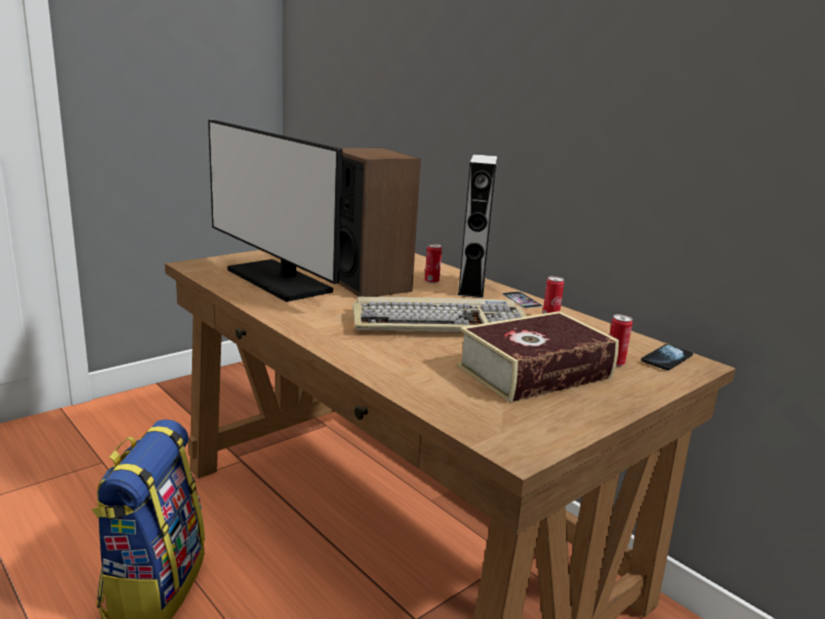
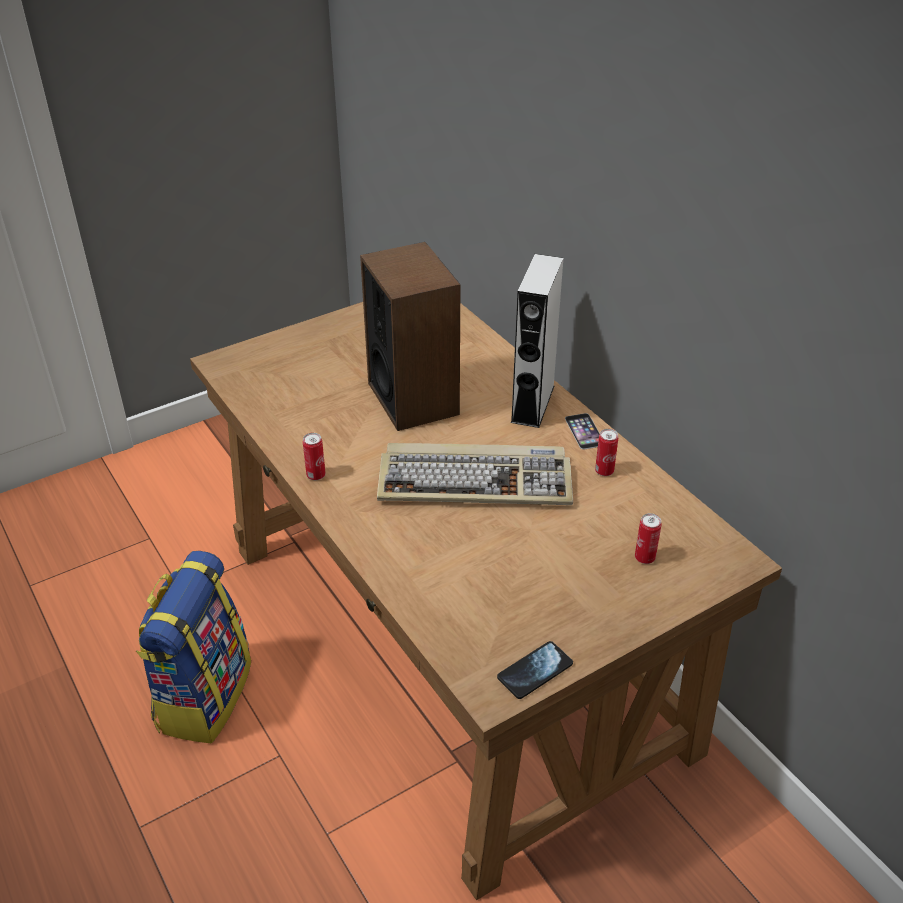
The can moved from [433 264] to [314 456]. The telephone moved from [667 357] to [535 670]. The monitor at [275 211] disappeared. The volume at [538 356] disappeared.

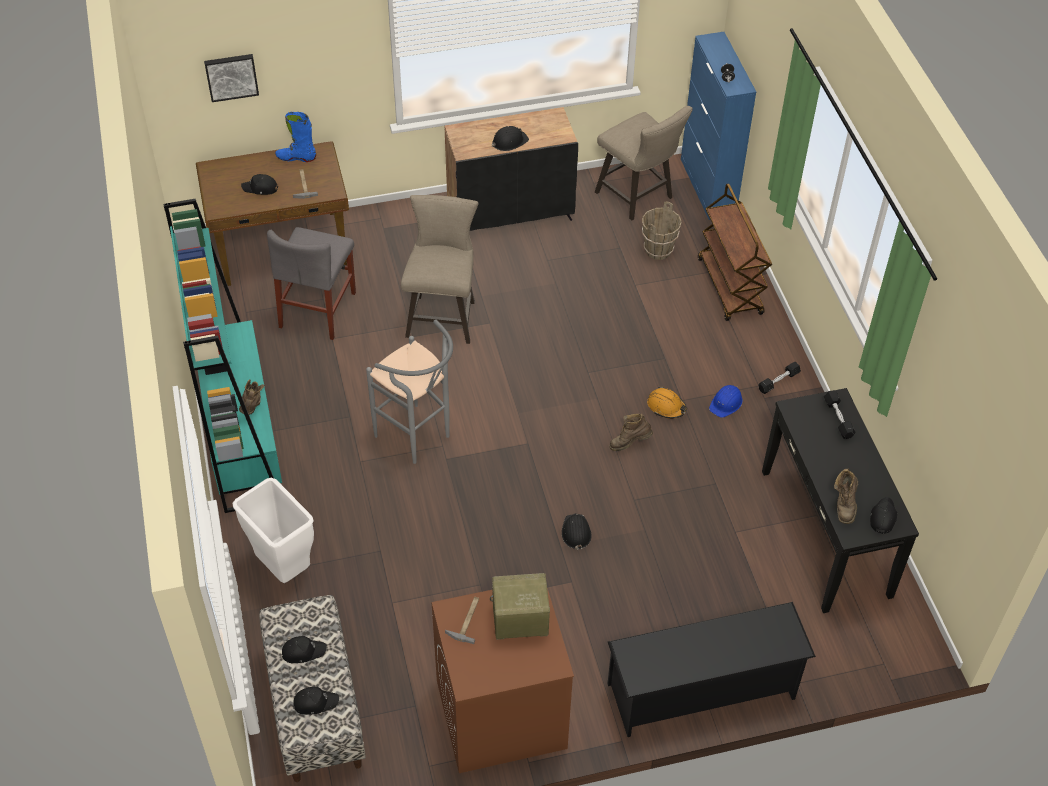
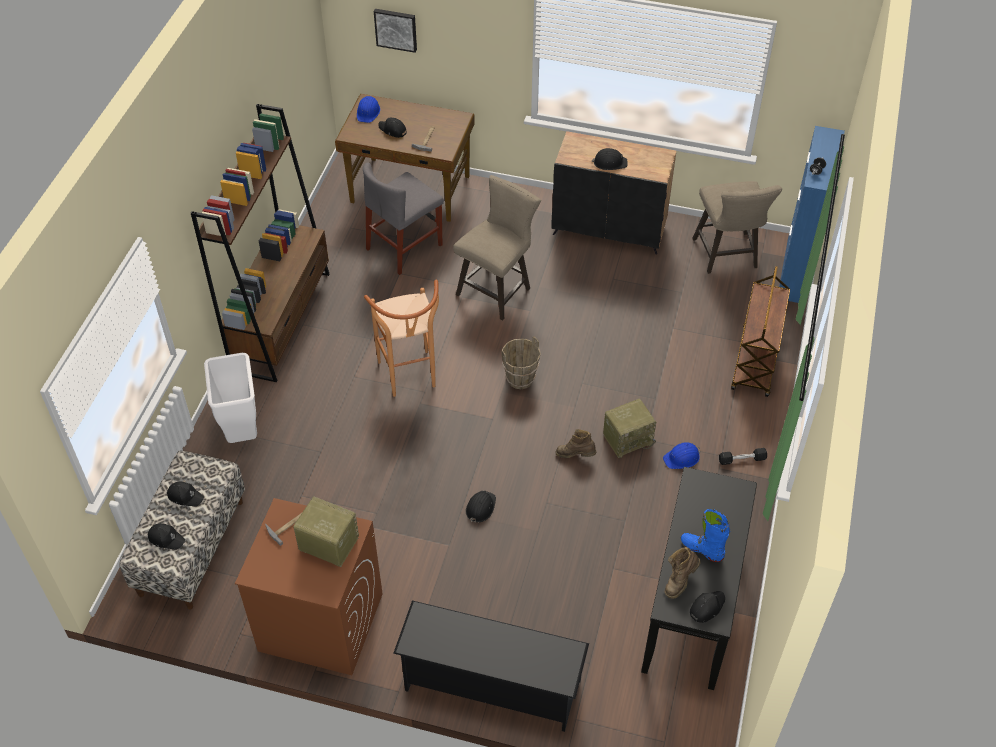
The shelving unit/turquoise at [222 356] became the shelving unit/brown-coloured at [260 243]. The work helmet/blue-coloured at [368 109] appeared. The stool seat/gray at [409 392] became the stool seat/brown-coloured at [401 338]. The water bucket/brown-coloured moved from [662 230] to [521 362]. The work helmet/orange at [667 403] was replaced by the radio set at [629 428]. The tall boot/blue-coloured moved from [295 137] to [705 535]. The tall boot/brown-coloured at [251 397] disappeared. The free weight/black at [839 414] disappeared.

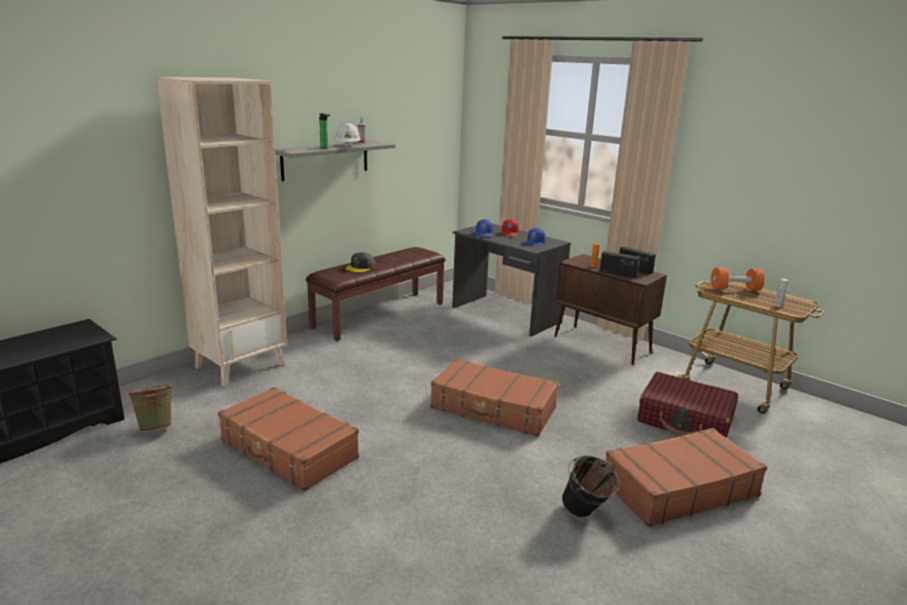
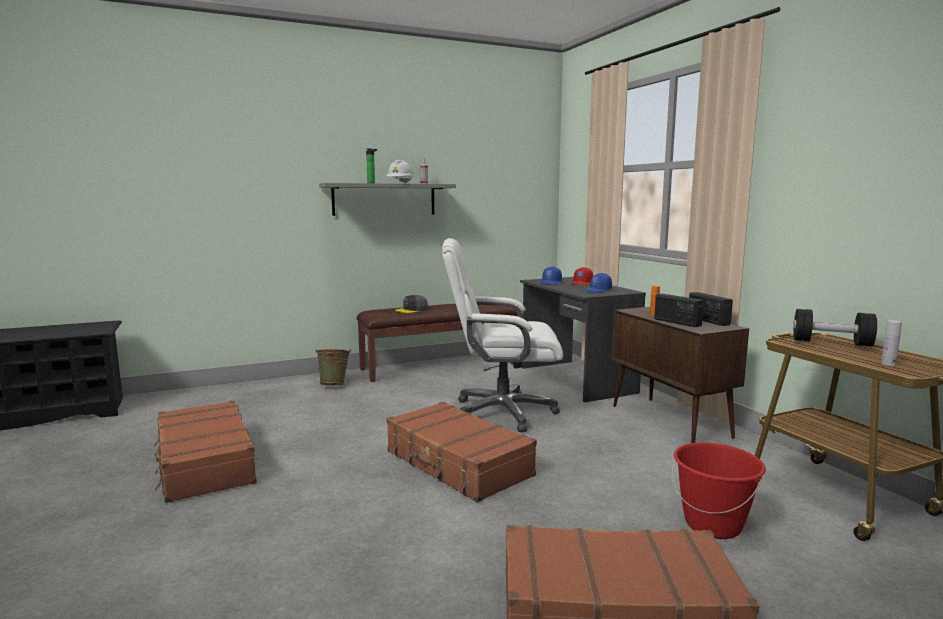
The water bucket/green moved from [150 407] to [333 367]. The computer chair/white-coloured at [502 335] appeared. The suitcase/reddish at [687 405] was replaced by the water bucket/reddish at [719 490]. The free weight/orange at [738 279] became the free weight/black at [835 328]. The shelving unit/sand-coloured at [221 232] disappeared. The water bucket/black at [590 486] disappeared.

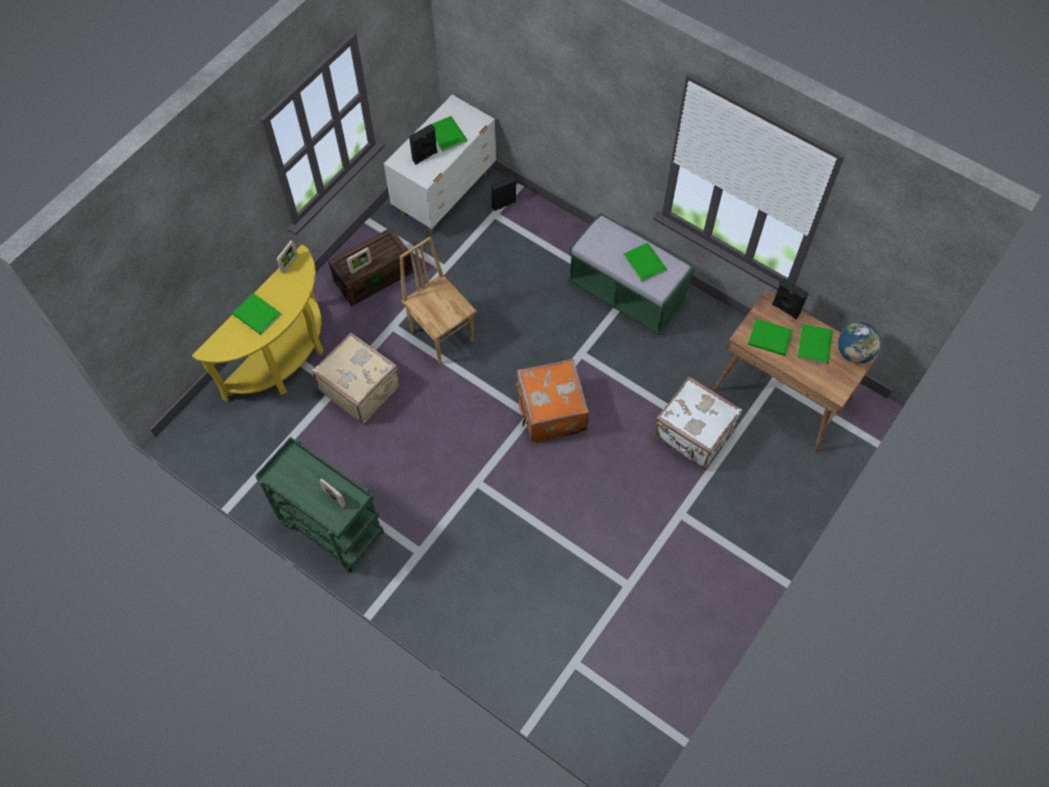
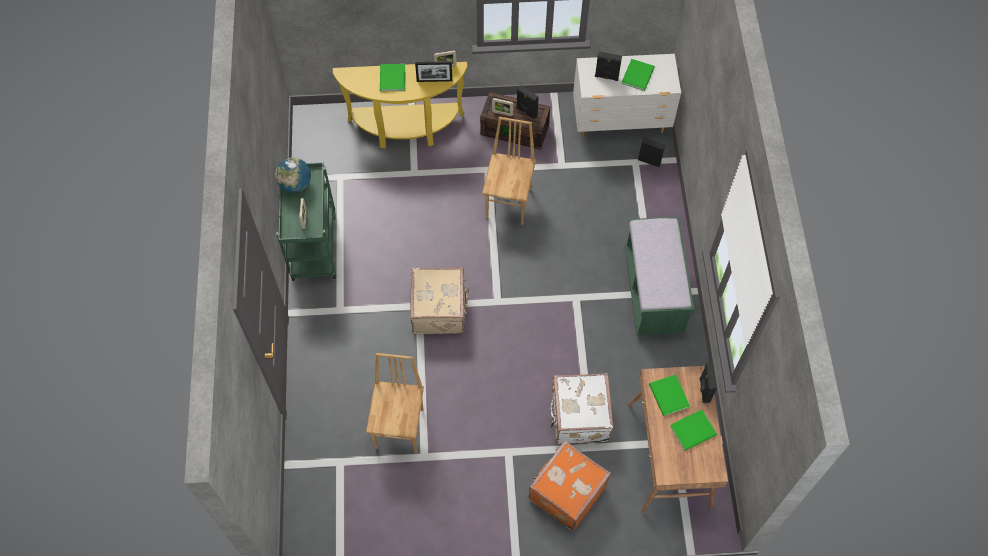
The globe moved from [859 343] to [293 175]. The plain chair/brown-coloured at [395 403] appeared. The suitcase/sand-coloured moved from [356 378] to [439 300]. The picture frame at [433 71] appeared. The audio speaker/black at [527 102] appeared. The suitcase/orange moved from [552 401] to [570 486]. The volume/green at [645 262] disappeared.

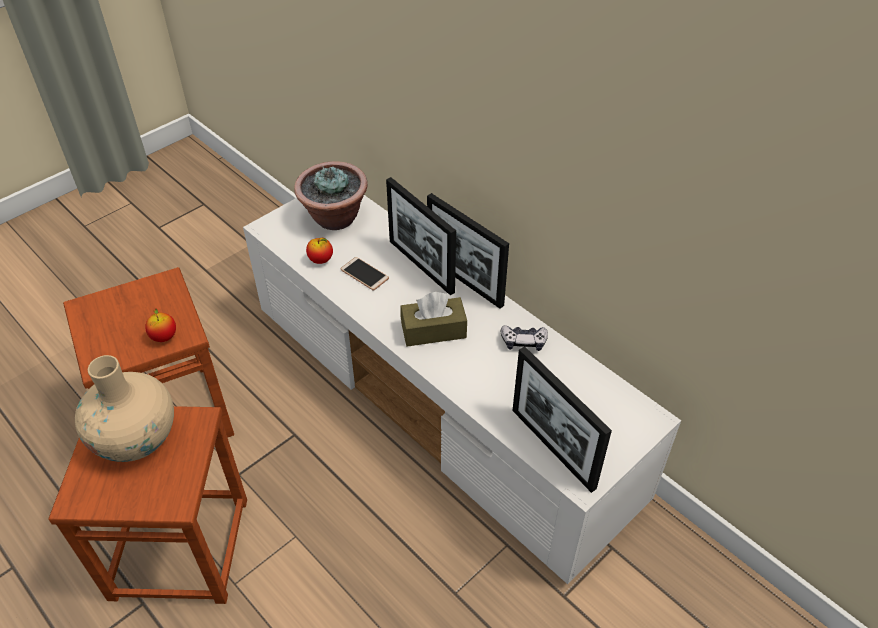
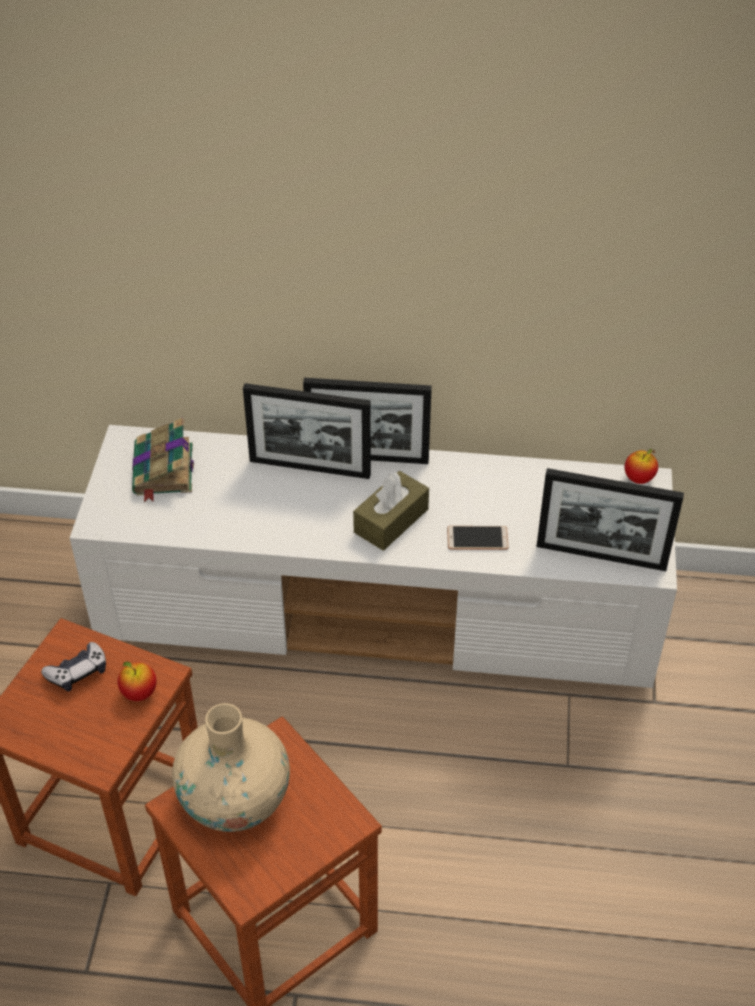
The joypad moved from [524 338] to [73 666]. The plant in a pot at [331 195] was replaced by the volume at [163 459]. The telephone moved from [364 274] to [478 538]. The apple fruit moved from [319 251] to [641 466].

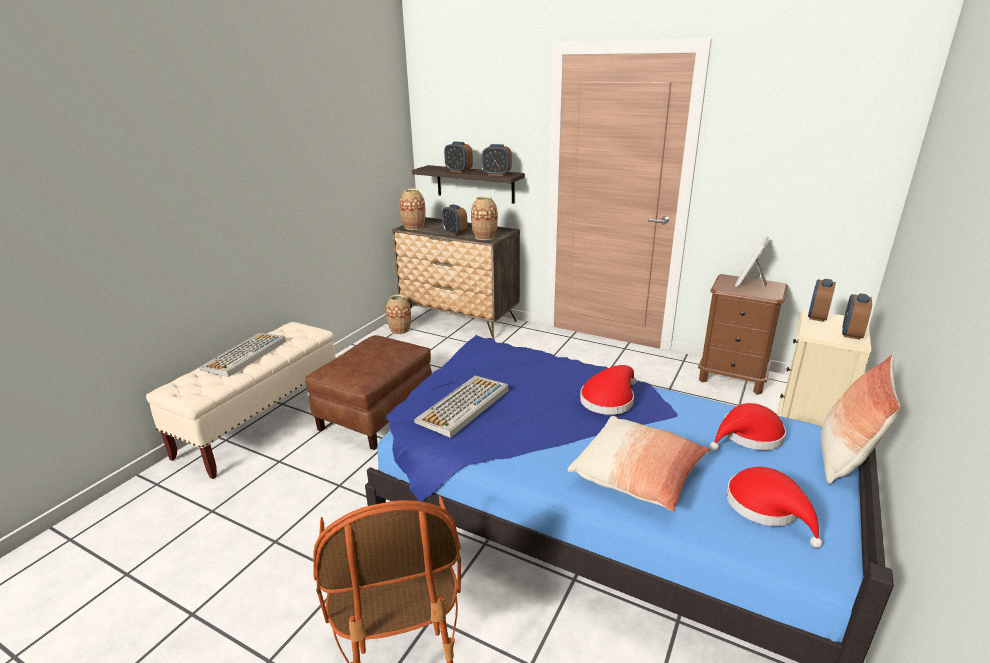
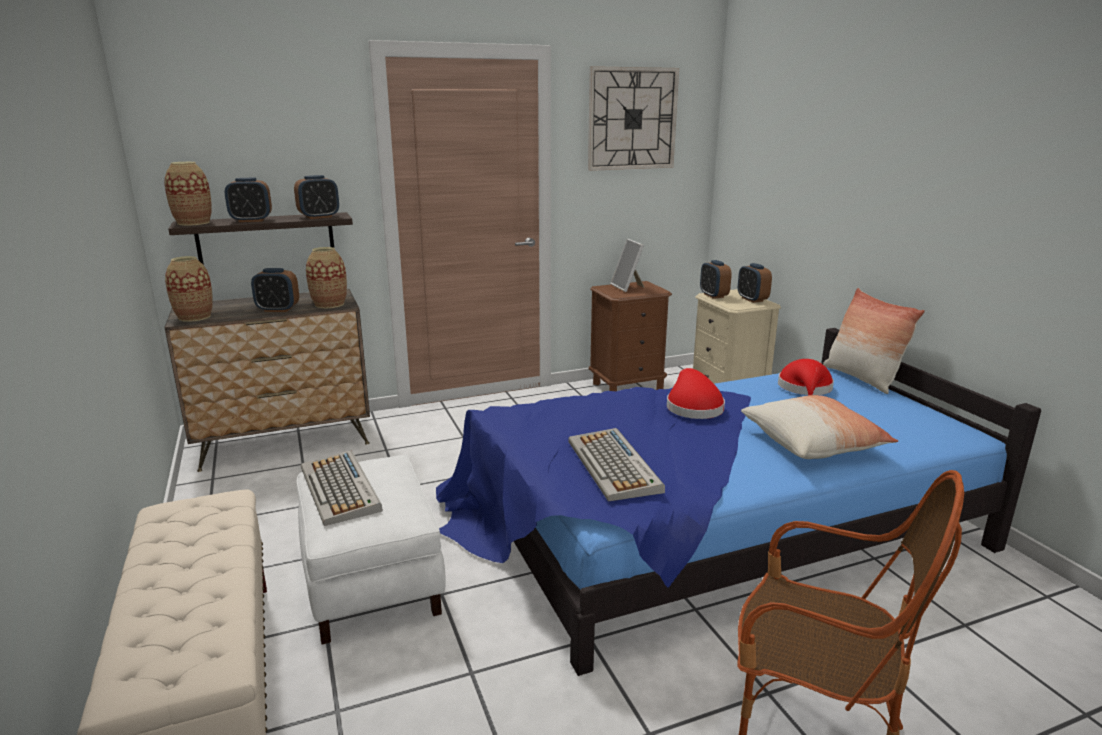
The vase moved from [398 315] to [188 194]. The ottoman/brown-coloured at [368 392] became the ottoman/white-coloured at [371 549]. The keyboard moved from [242 355] to [342 488]. The clock on the wall at [633 118] appeared. The hat/reddish at [774 507] disappeared.

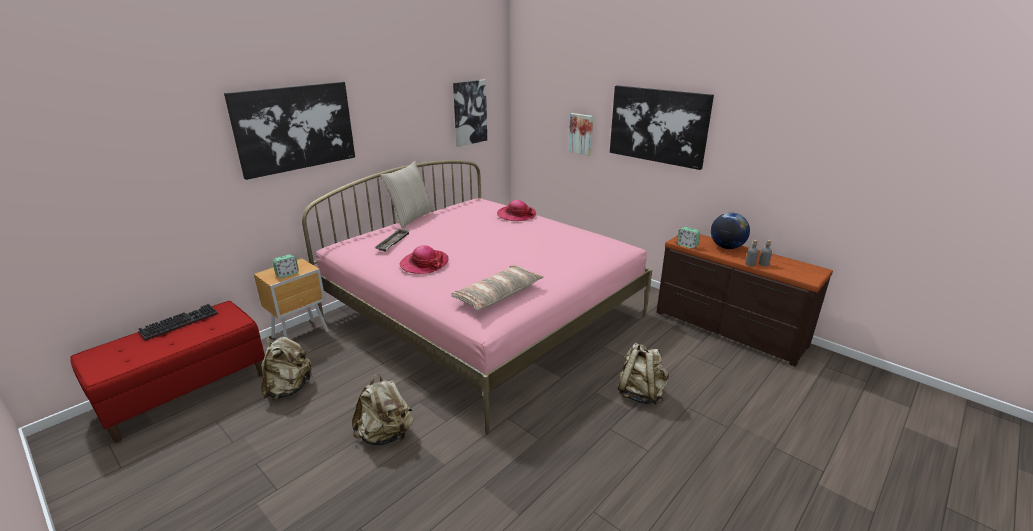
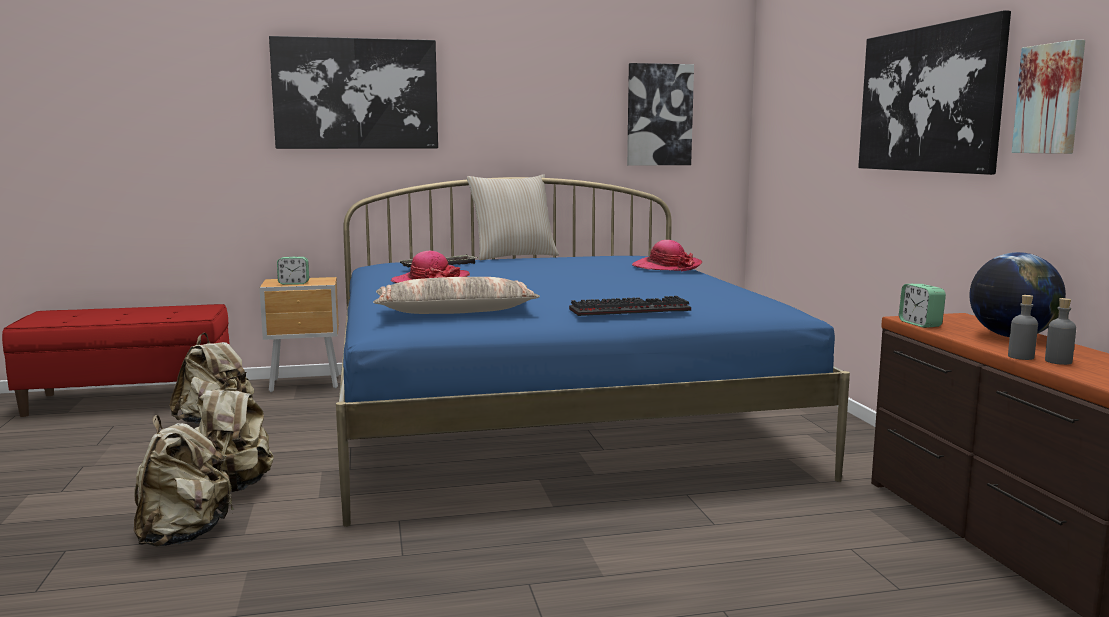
The rucksack/sand-coloured moved from [643 374] to [184 481]. The bedroom bed/pink-coloured at [477 297] became the bedroom bed/blue-coloured at [593 352]. The keyboard moved from [178 322] to [630 306]. The wall picture moved from [580 134] to [1048 97].

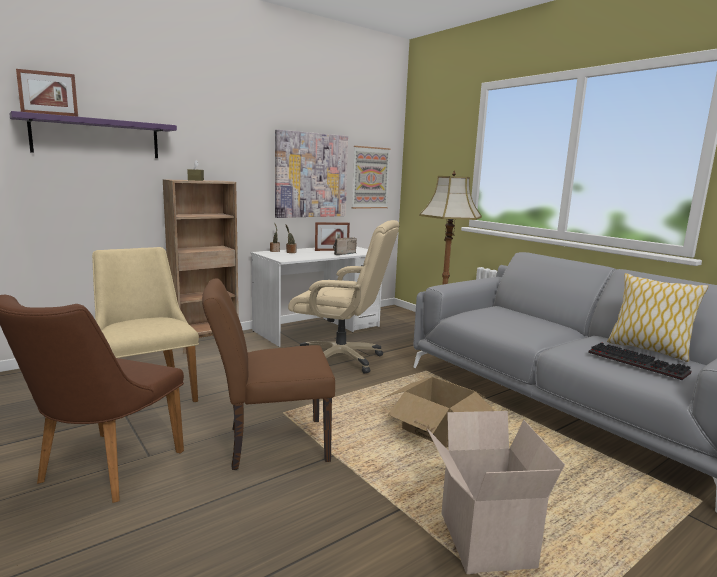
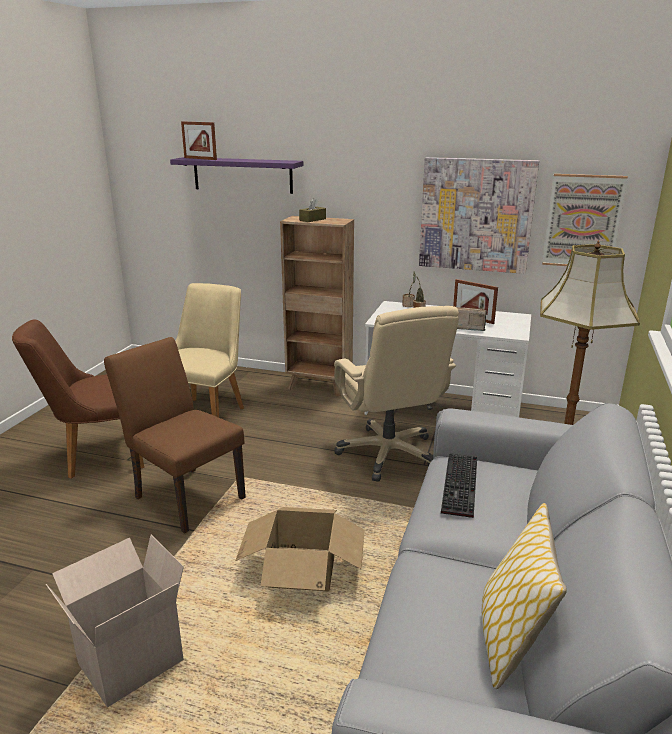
The keyboard moved from [639 361] to [459 485].

